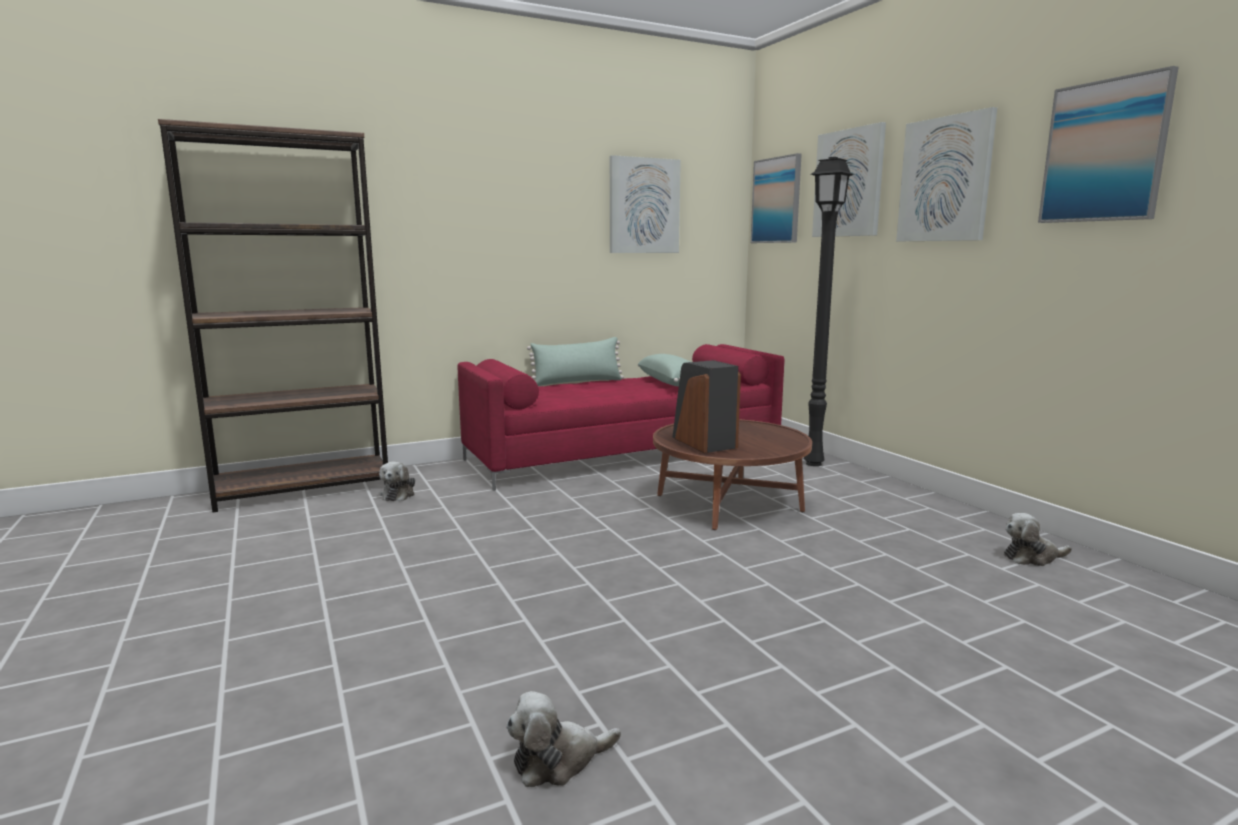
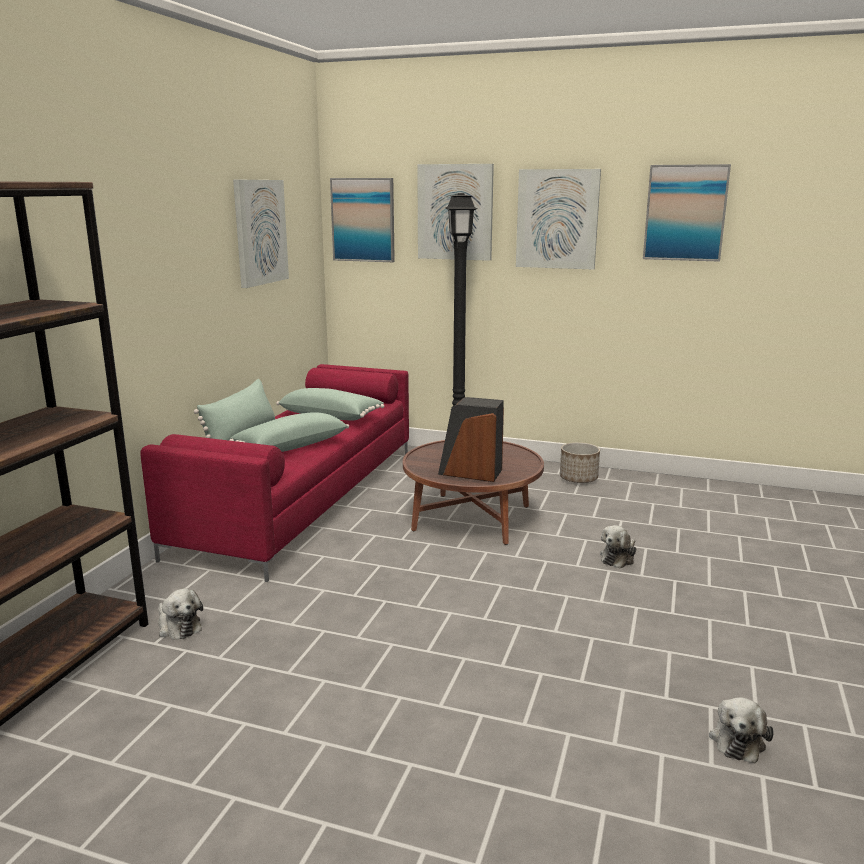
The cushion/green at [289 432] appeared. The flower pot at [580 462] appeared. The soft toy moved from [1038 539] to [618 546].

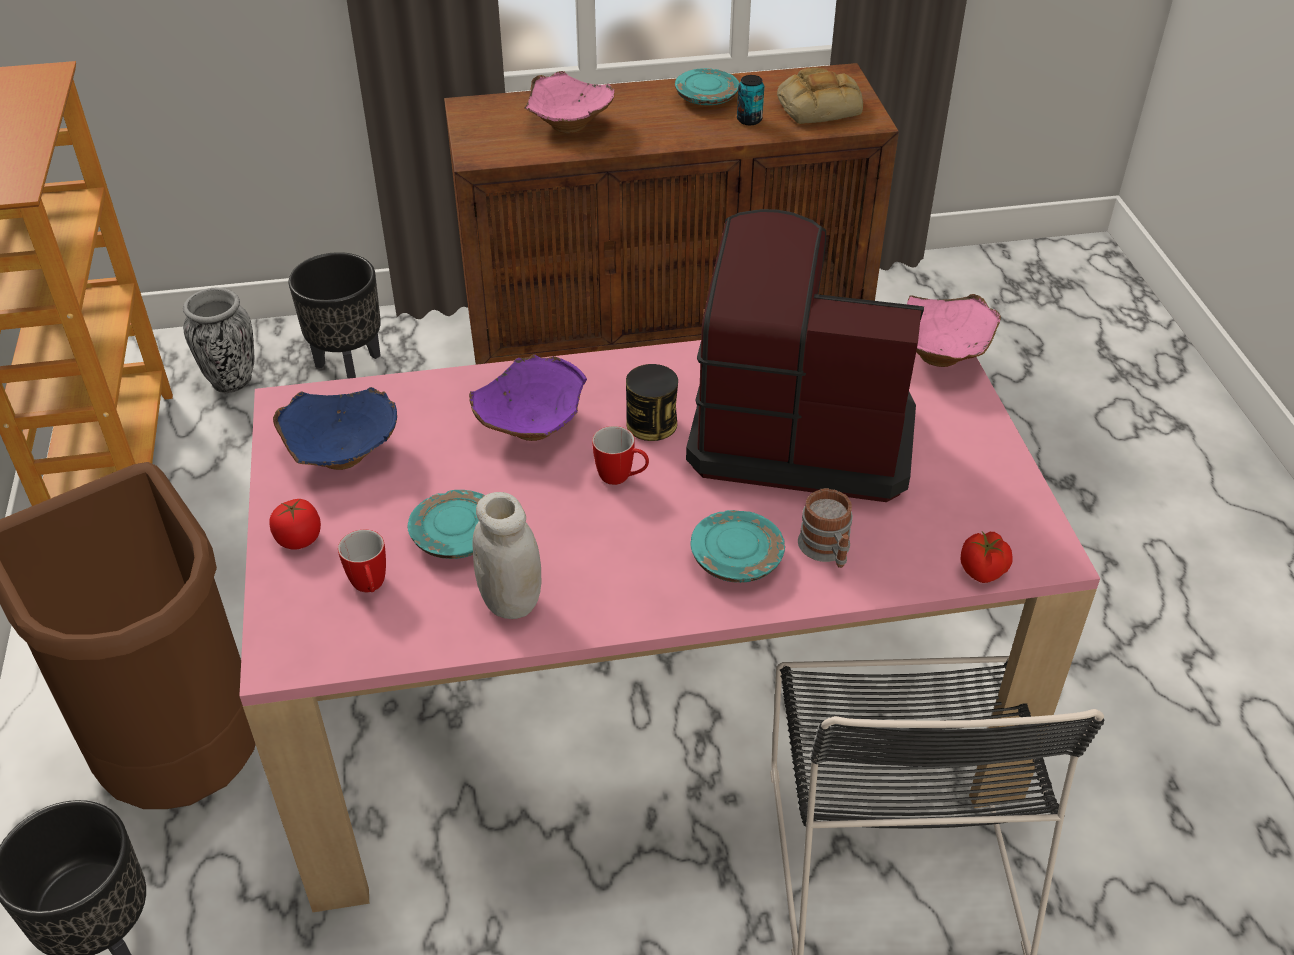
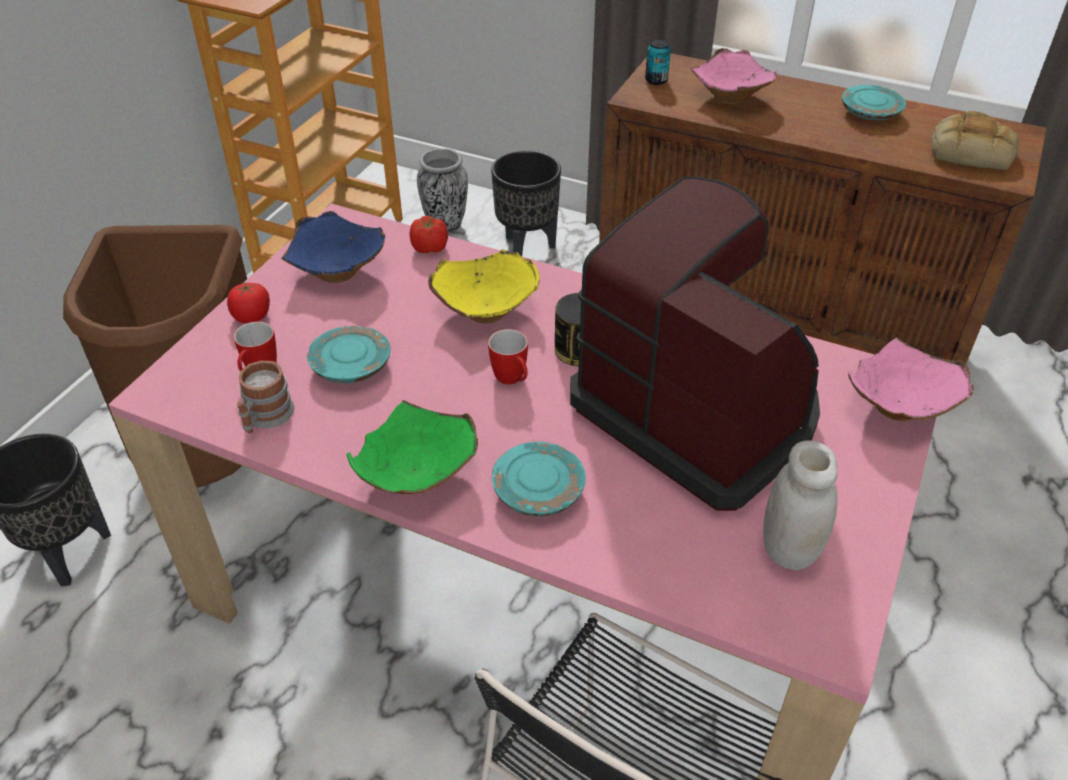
The coffee mug moved from [825 528] to [265 397]. The deep dish/green at [412 447] appeared. The whole tomato moved from [987 557] to [429 234]. The deep dish/purple at [528 397] became the deep dish/yellow at [484 286]. The can moved from [750 100] to [658 62]. The preserve jar/white-coloured moved from [506 555] to [800 505].

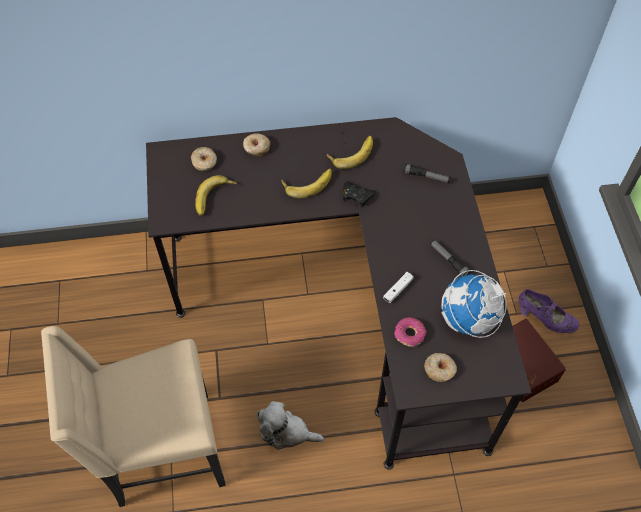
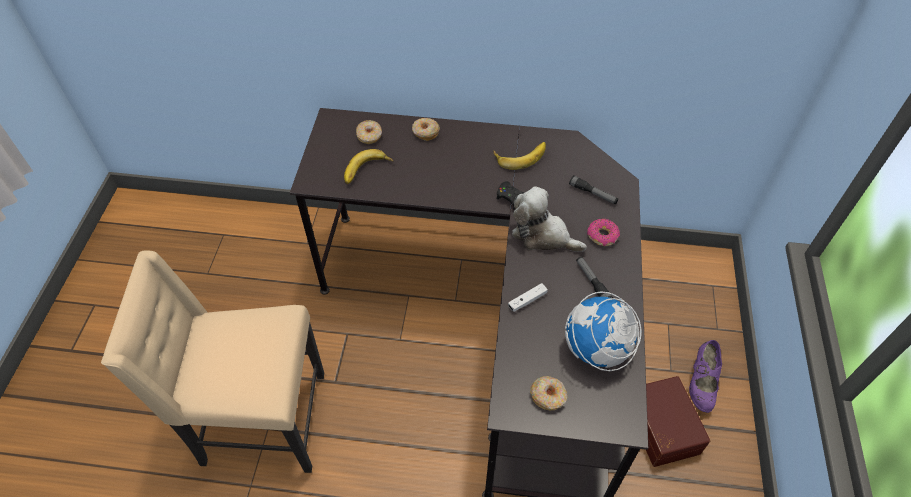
The soft toy moved from [290 425] to [549 219]. The doughnut moved from [411 332] to [603 232]. The item of footwear/purple at [549 311] turned 60 degrees clockwise. The banana at [306 183] disappeared.

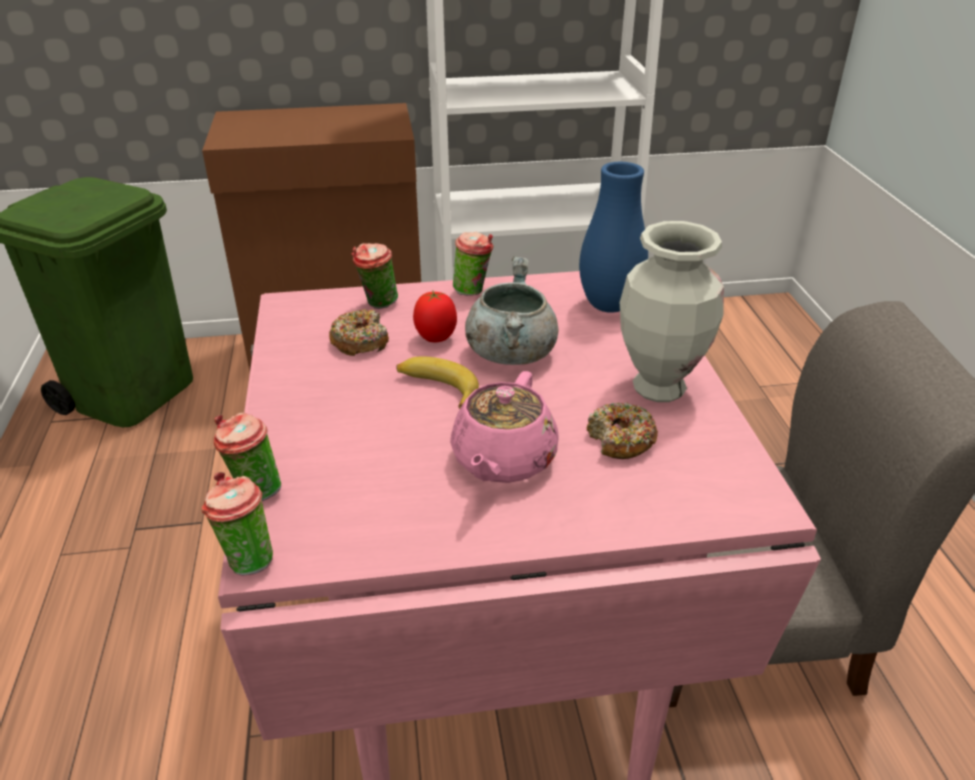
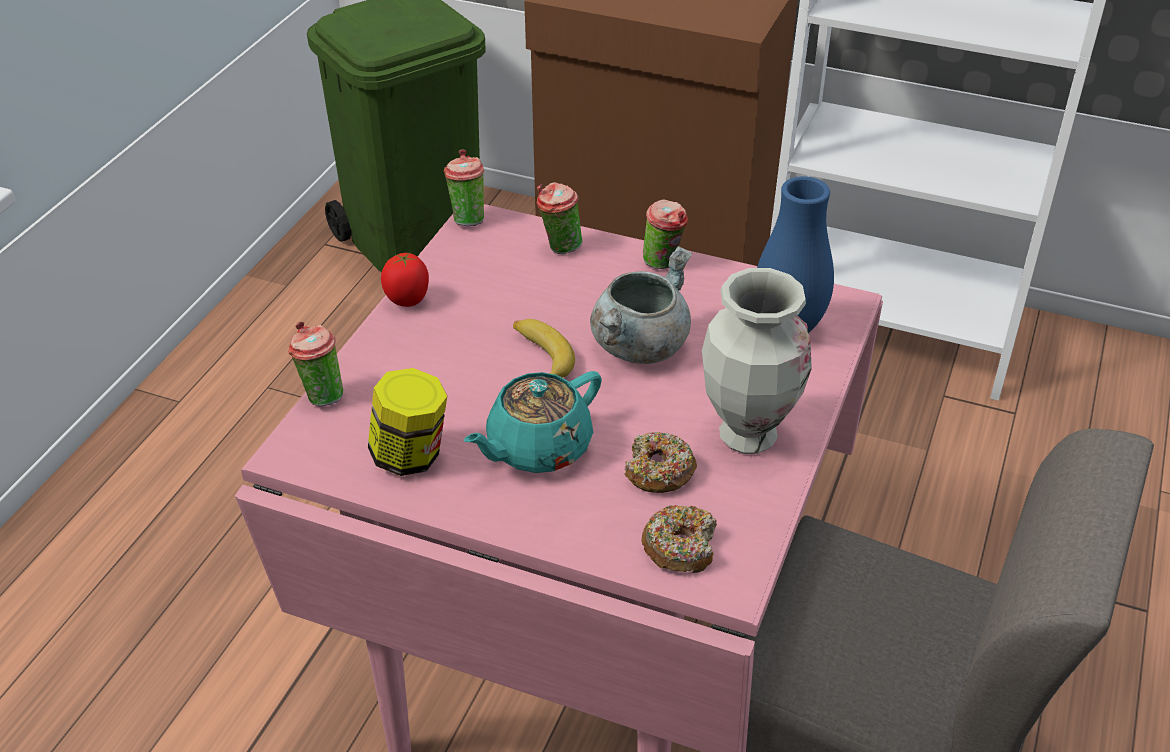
The preserve jar at [407 422] appeared. The whole tomato moved from [435 316] to [405 280]. The small cup moved from [237 524] to [464 187]. The pot for tea/pink-coloured at [504 427] became the pot for tea/turquoise at [533 422]. The doughnut moved from [359 332] to [679 539].

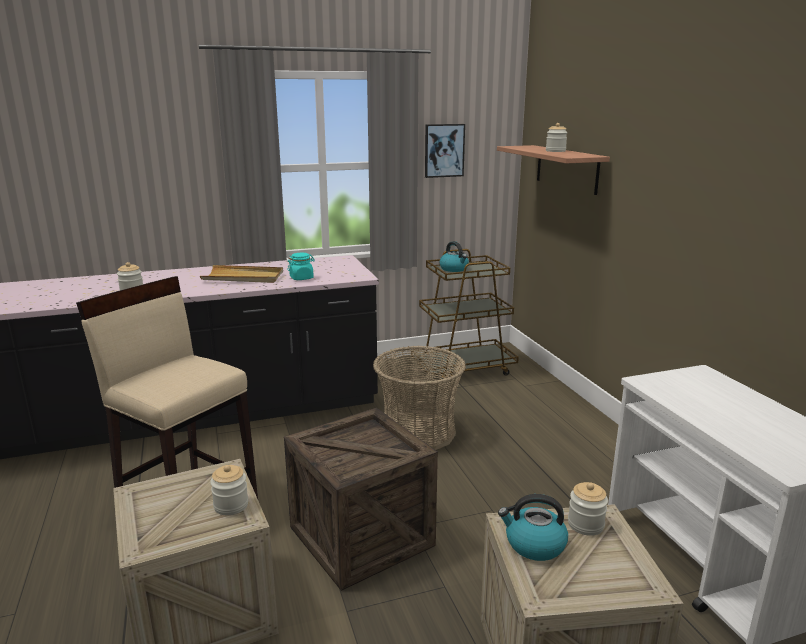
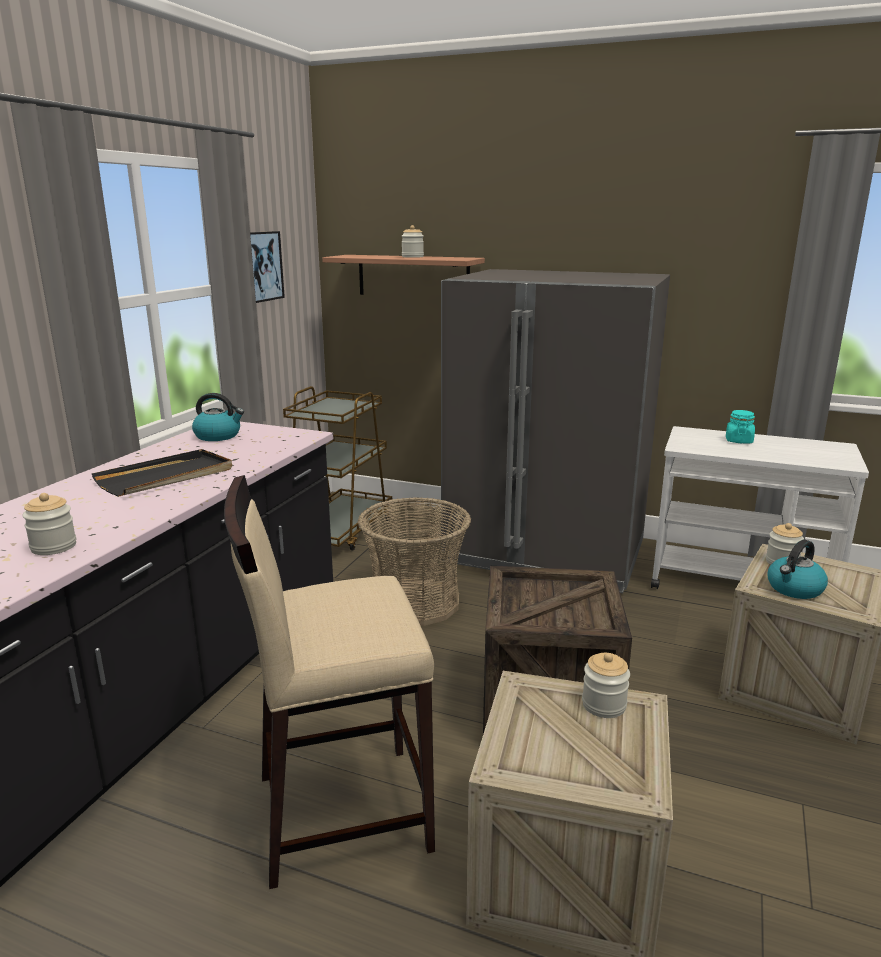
The carrying tray/sand-coloured at [241 274] became the carrying tray/black at [162 473]. The tea kettle moved from [454 256] to [218 417]. The fridge/gray at [555 431] appeared. The preserve jar/turquoise moved from [301 266] to [740 426].

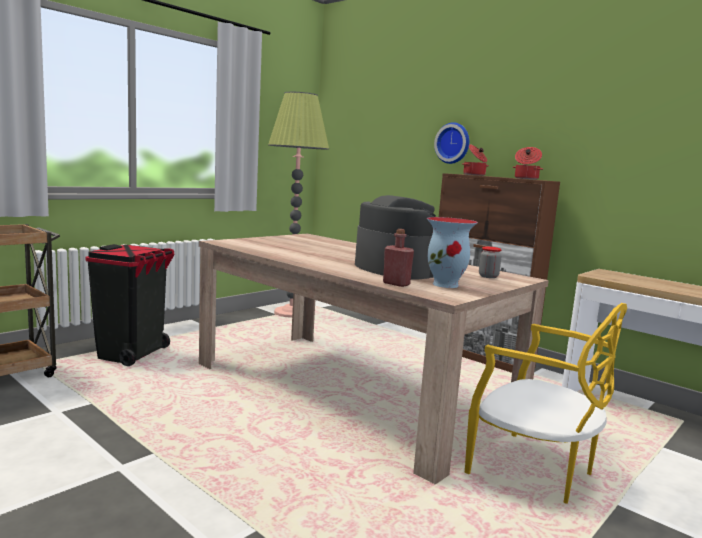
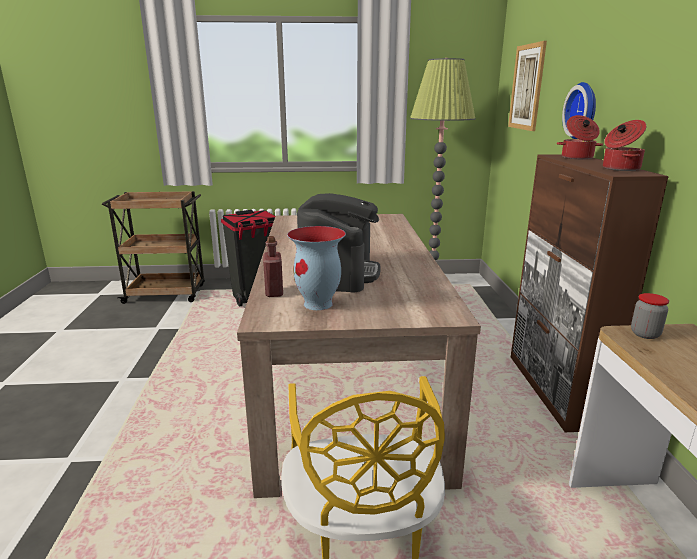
The wall picture at [527 86] appeared. The preserve jar moved from [490 262] to [650 316].

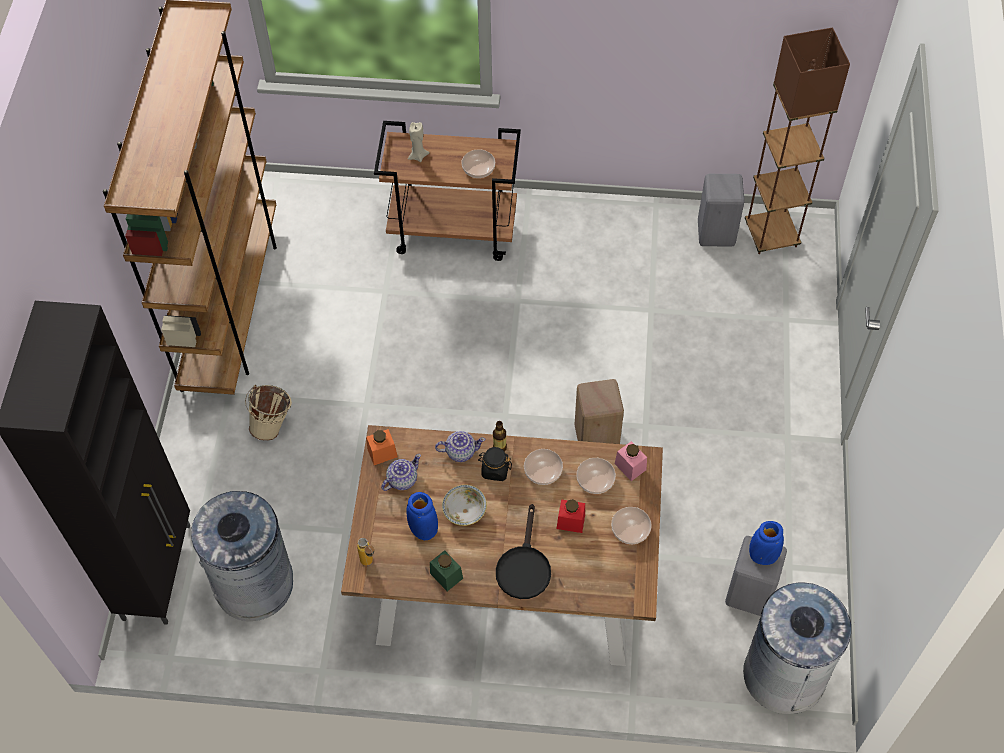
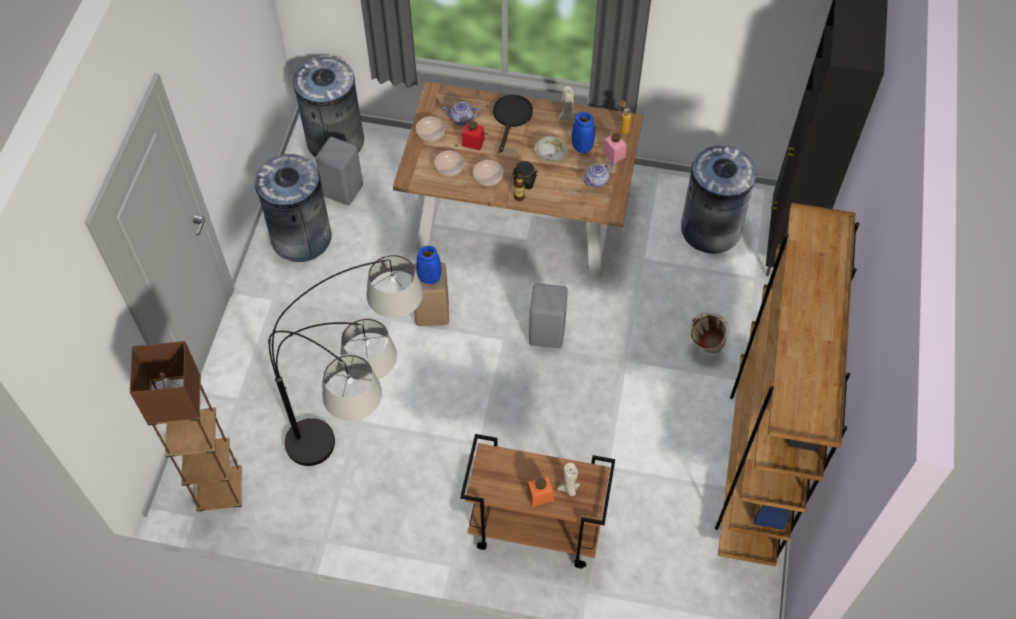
The trash can/gray at [293 208] appeared. The floor lamp at [345 360] appeared. The vase/blue-coloured moved from [766 543] to [429 265]. The pot for tea moved from [460 446] to [462 113]. The preserve jar/orange moved from [382 447] to [540 491]. The stool seat/gray moved from [721 210] to [548 315]. The preserve jar/green at [446 570] was replaced by the wax light/sand-coloured at [566 103]. The preserve jar/pink-coloured moved from [631 461] to [614 148]. The deep dish at [478 163] disappeared.

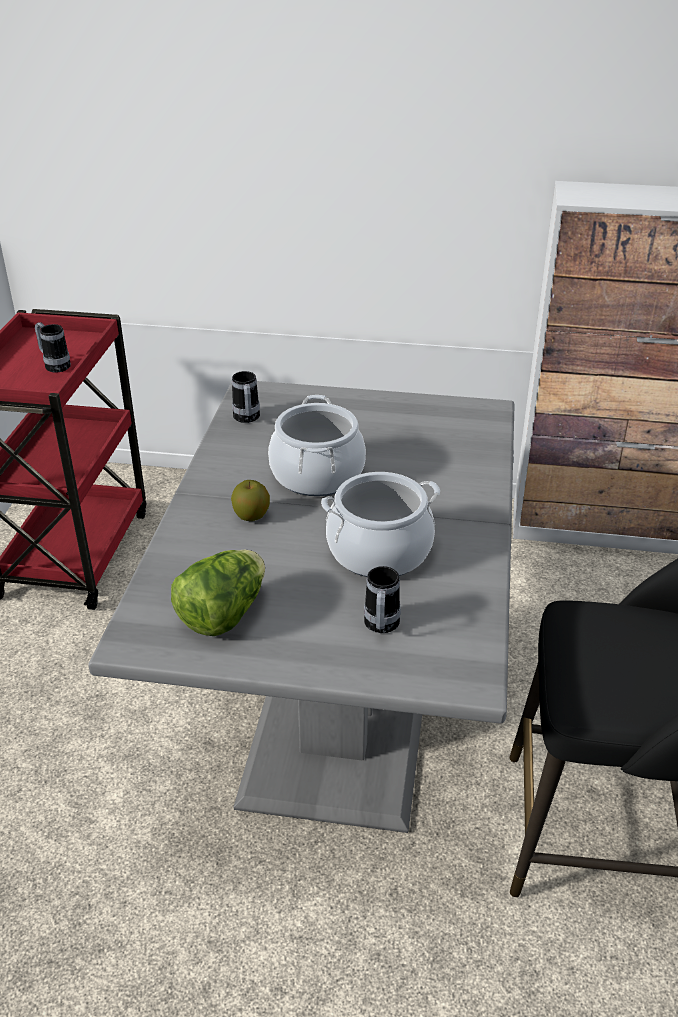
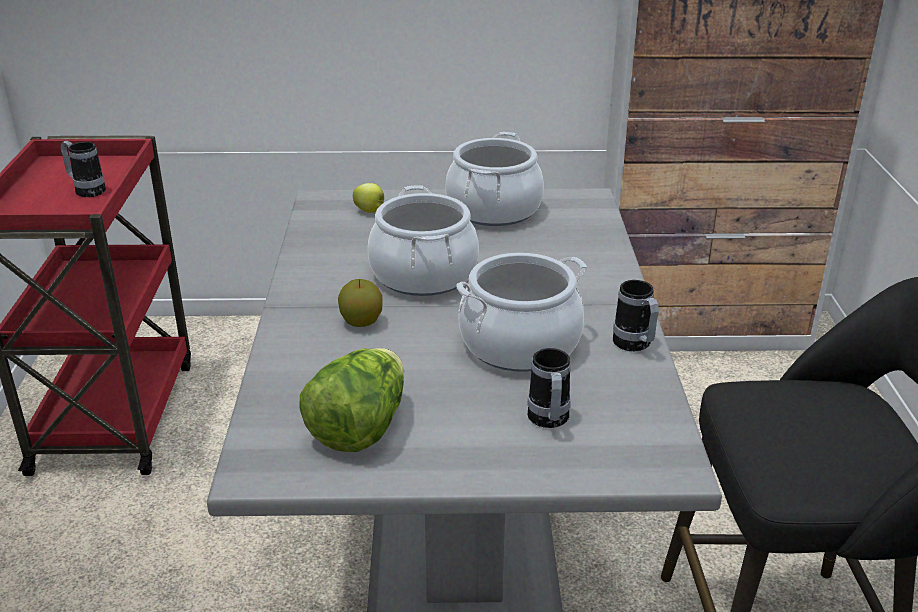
The apple fruit at [368 198] appeared. The saucepot at [495 179] appeared. The coffee mug moved from [246 397] to [636 315].

